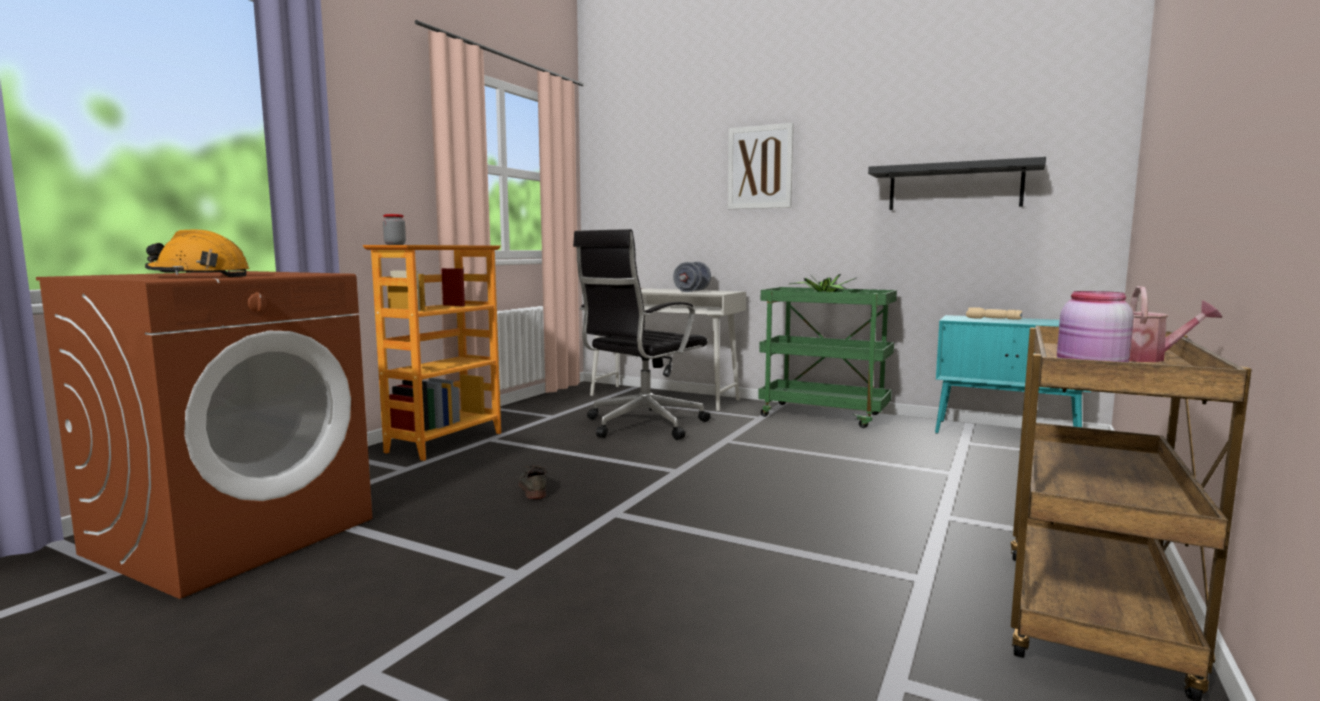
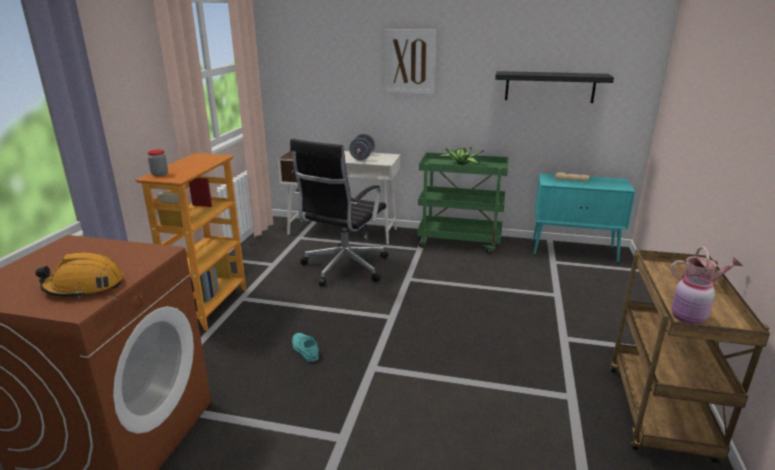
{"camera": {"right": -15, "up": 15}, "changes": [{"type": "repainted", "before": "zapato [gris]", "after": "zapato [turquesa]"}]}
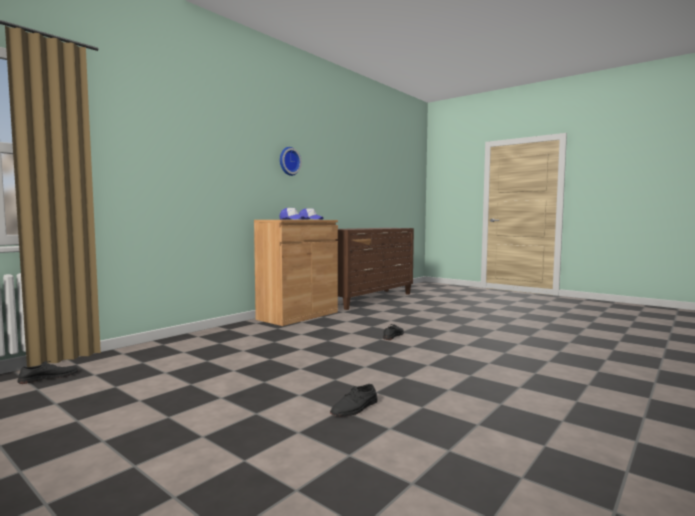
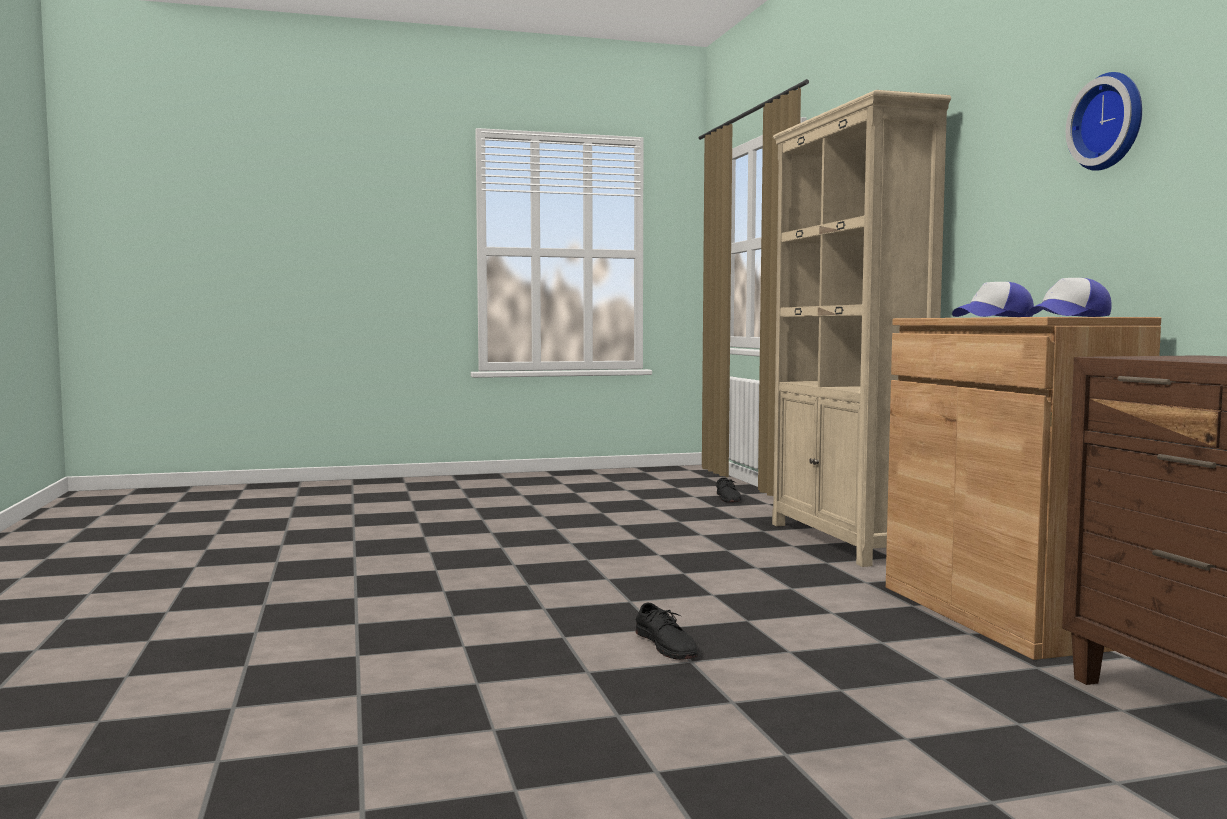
{"camera": {"right": 125, "up": 0}, "changes": [{"type": "new", "after": "estantería [beis]"}, {"type": "gone", "before": "zapato [negro] (no. 2 from left)"}]}
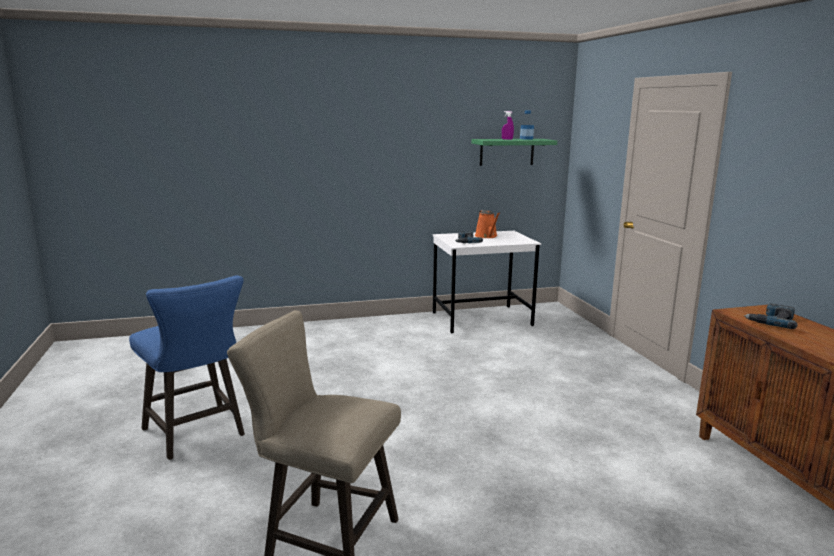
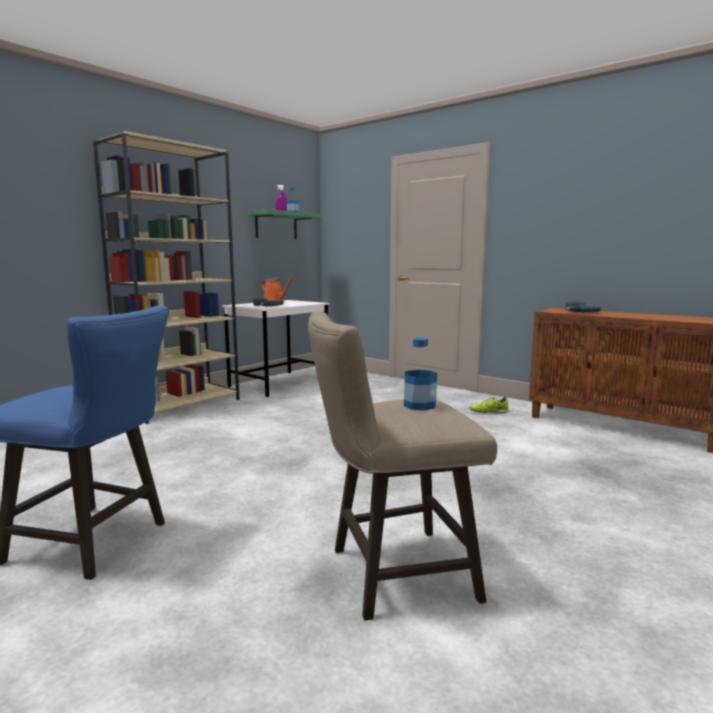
{"camera": {"right": -35, "up": -5}, "changes": [{"type": "new", "after": "estantería [beis]"}, {"type": "new", "after": "botella (no. 2 from left)"}, {"type": "new", "after": "zapato"}]}
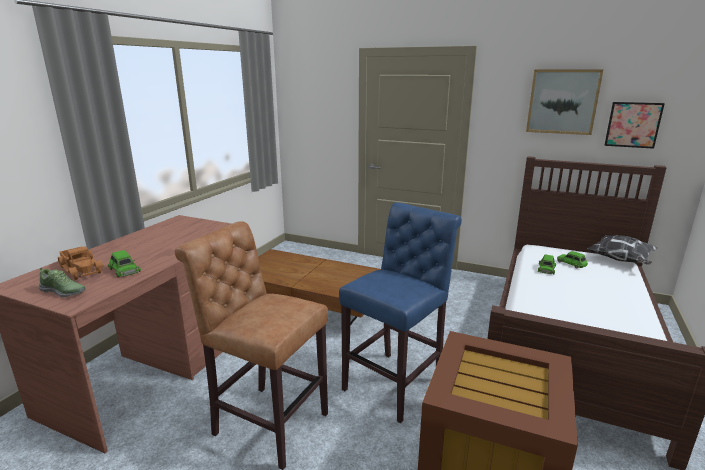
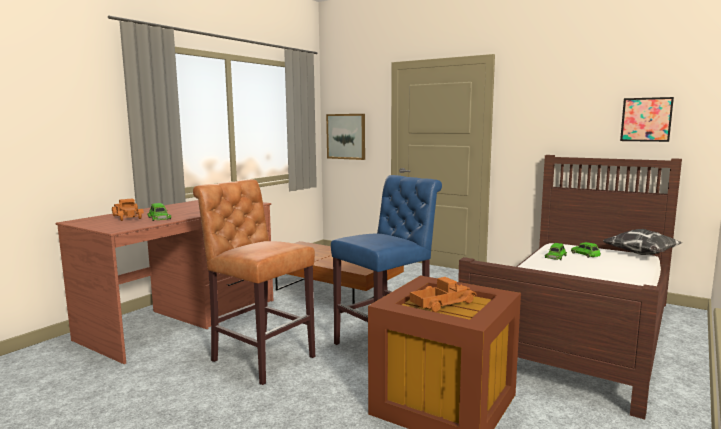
{"camera": {"right": 10, "up": -10}, "changes": [{"type": "shifted", "before": "cuadro (no. 1 from left)"}, {"type": "new", "after": "camión de juguete (no. 2 from left)"}, {"type": "gone", "before": "zapato"}]}
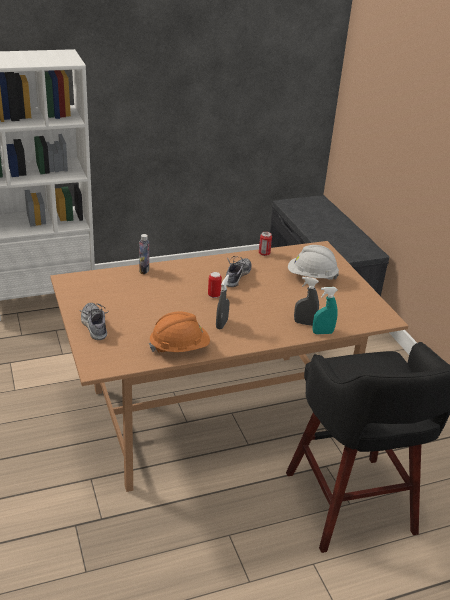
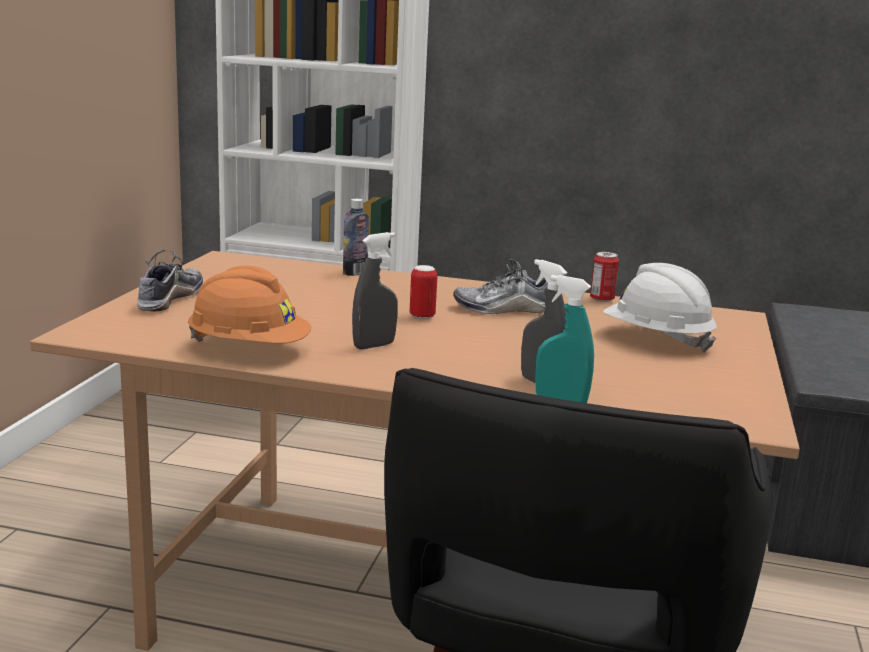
{"camera": {"right": 35, "up": -15}, "changes": [{"type": "rotated", "before": "zapato (no. 2 from left)", "turn": -150}]}
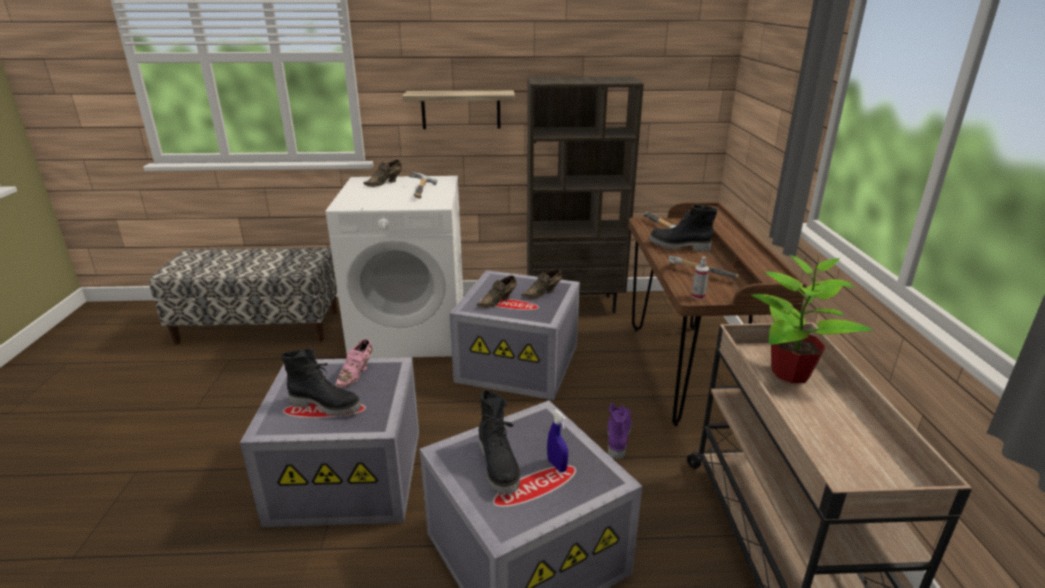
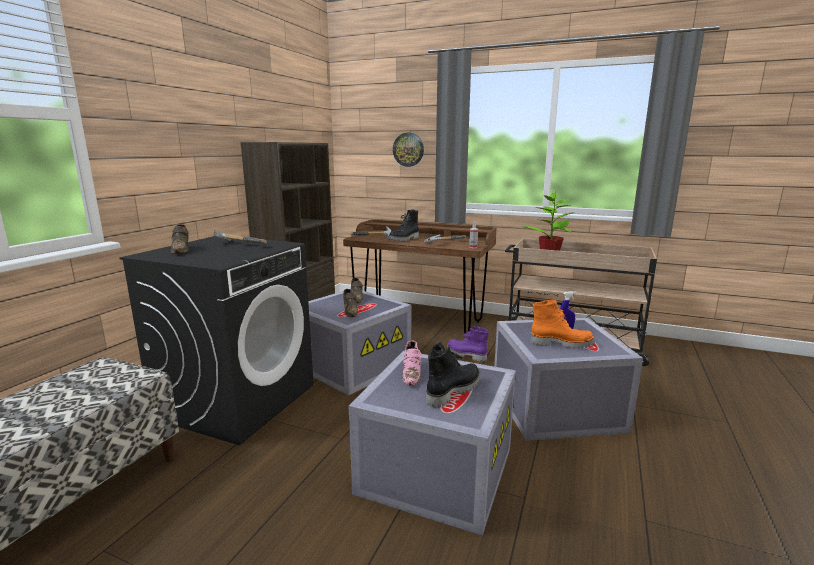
{"camera": {"right": -65, "up": -10}, "changes": [{"type": "repainted", "before": "lavadora [blanco]", "after": "lavadora [negro]"}, {"type": "new", "after": "reloj de pared"}, {"type": "rotated", "before": "zapato [rosa]", "turn": 45}, {"type": "repainted", "before": "bota [negro] (no. 2 from left)", "after": "bota [naranja]"}, {"type": "gone", "before": "estante"}]}
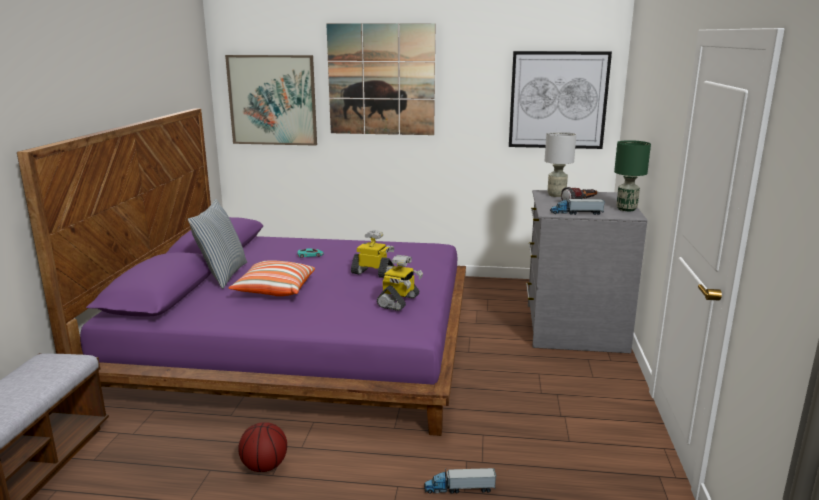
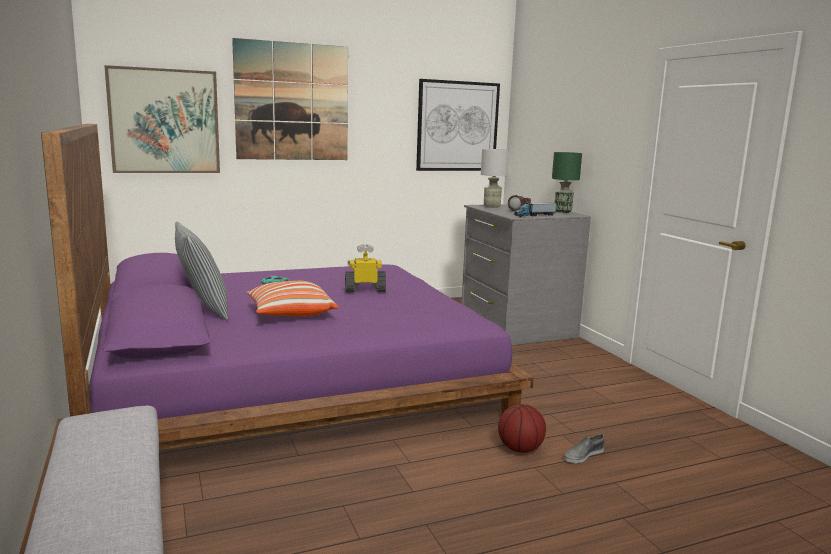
{"camera": {"right": -30, "up": -5}, "changes": [{"type": "shifted", "before": "balón de baloncesto"}, {"type": "swapped", "before": "camión de juguete (no. 1 from left)", "after": "zapato [gris]"}, {"type": "gone", "before": "robot de juguete (no. 2 from left)"}]}
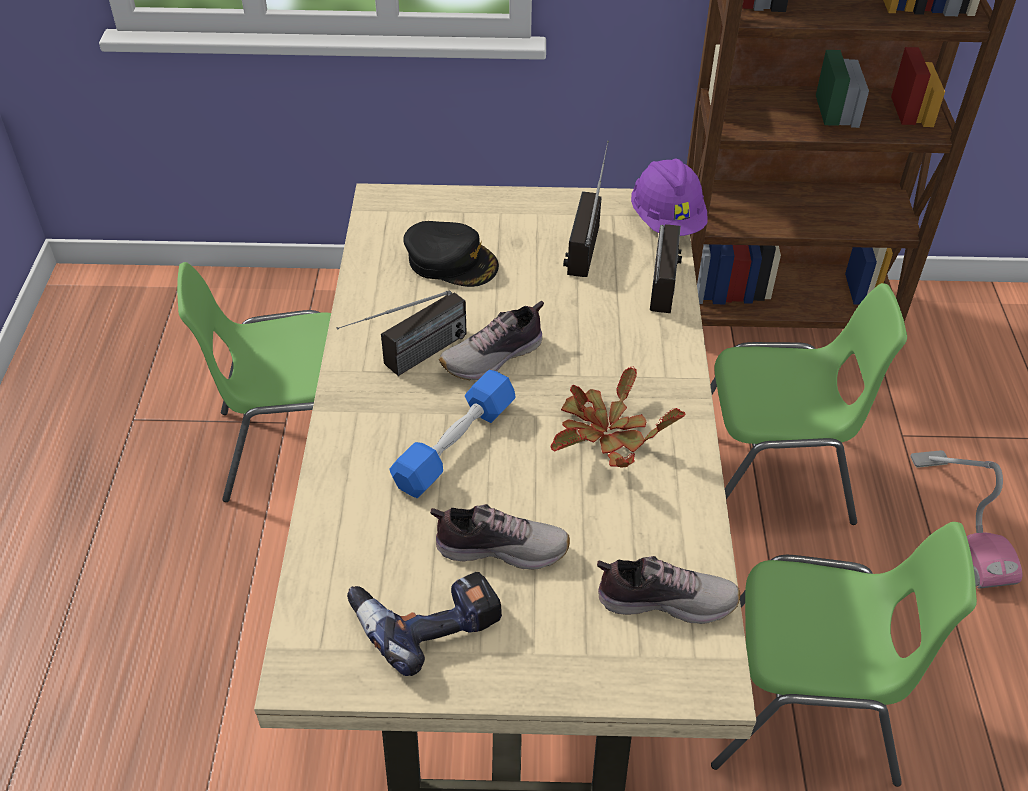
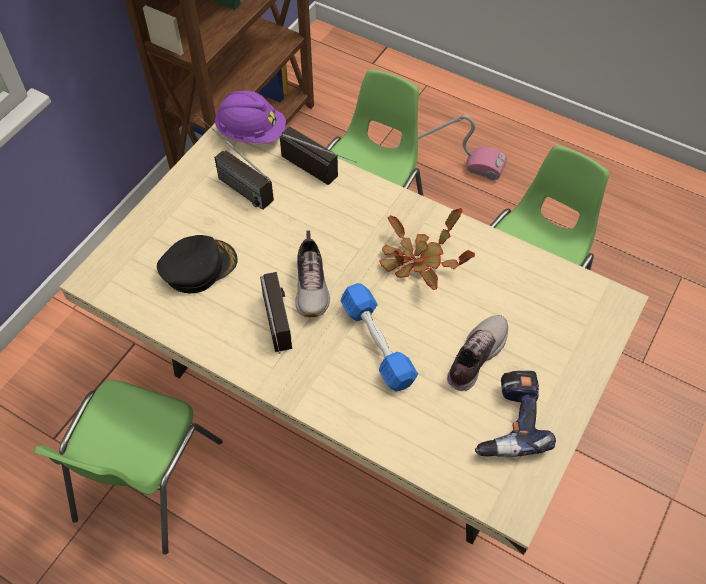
{"camera": {"right": -60, "up": 10}, "changes": [{"type": "gone", "before": "zapato (no. 3 from left)"}]}
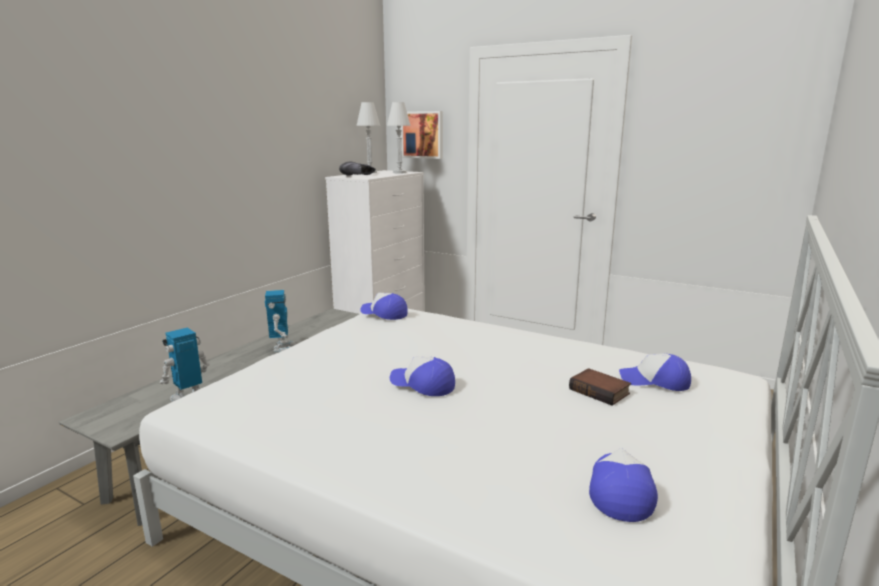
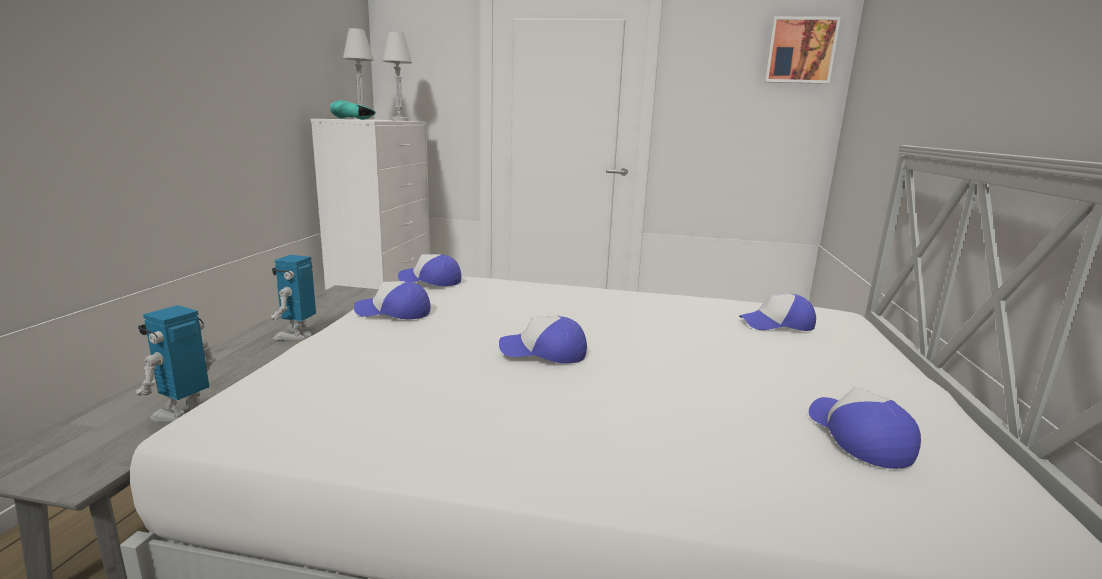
{"camera": {"right": -20, "up": 0}, "changes": [{"type": "rotated", "before": "robot de juguete (no. 2 from left)", "turn": -135}, {"type": "repainted", "before": "zapato [negro]", "after": "zapato [turquesa]"}, {"type": "new", "after": "gorra (no. 1 from left)"}, {"type": "shifted", "before": "cuadro"}, {"type": "gone", "before": "libro"}]}
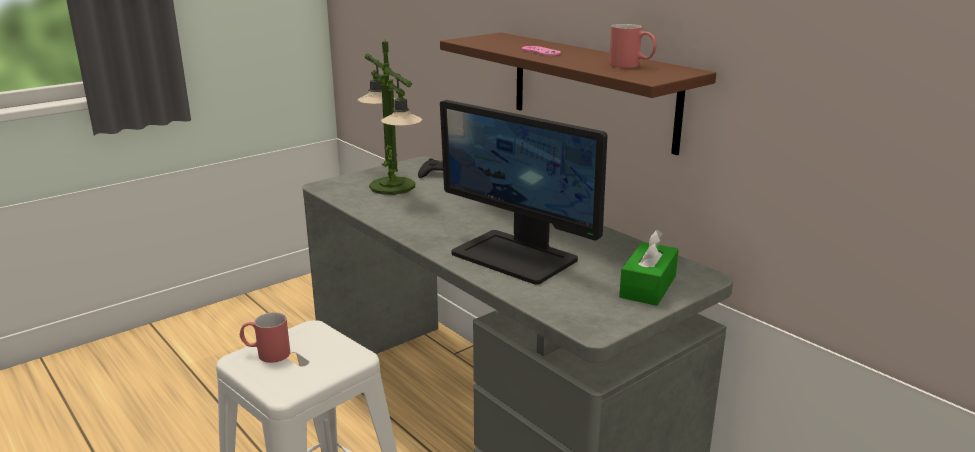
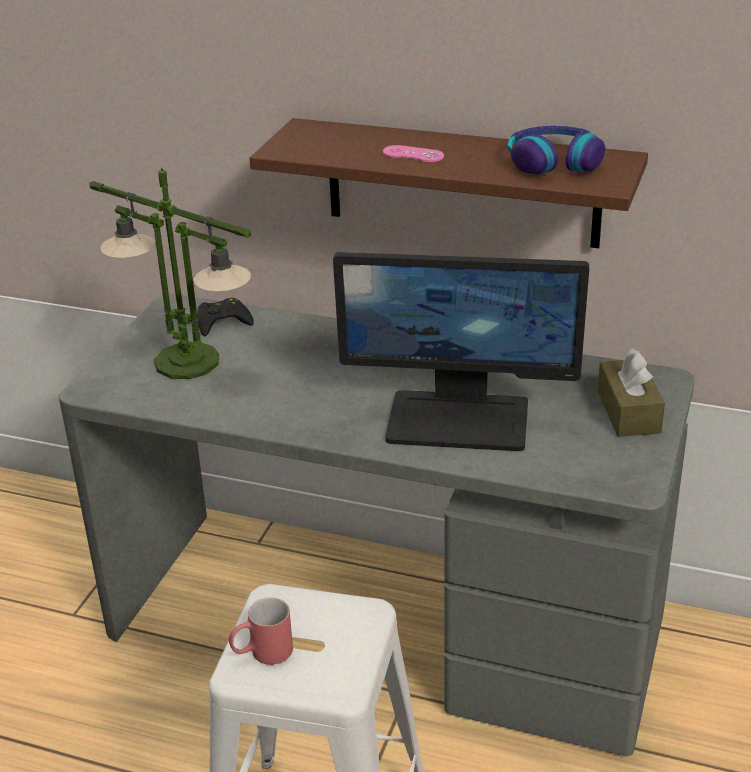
{"camera": {"right": -30, "up": 10}, "changes": [{"type": "swapped", "before": "taza grande [rojo] (no. 2 from left)", "after": "auriculares"}, {"type": "repainted", "before": "caja de pañuelos [verde]", "after": "caja de pañuelos [marrón]"}]}
